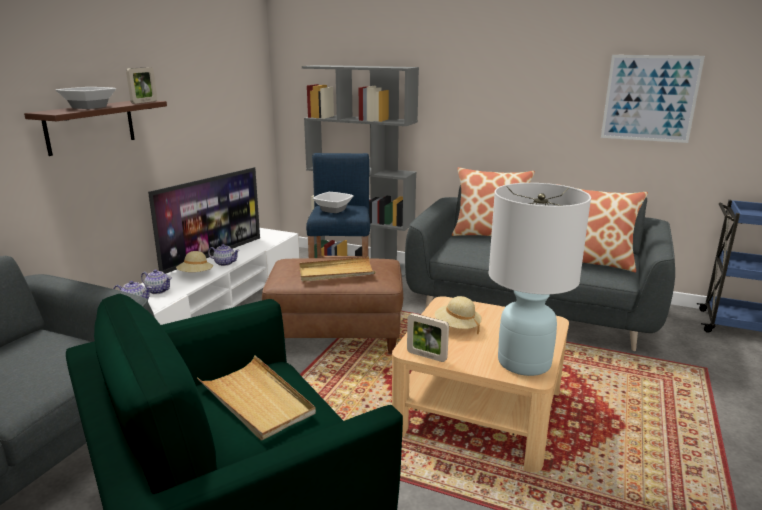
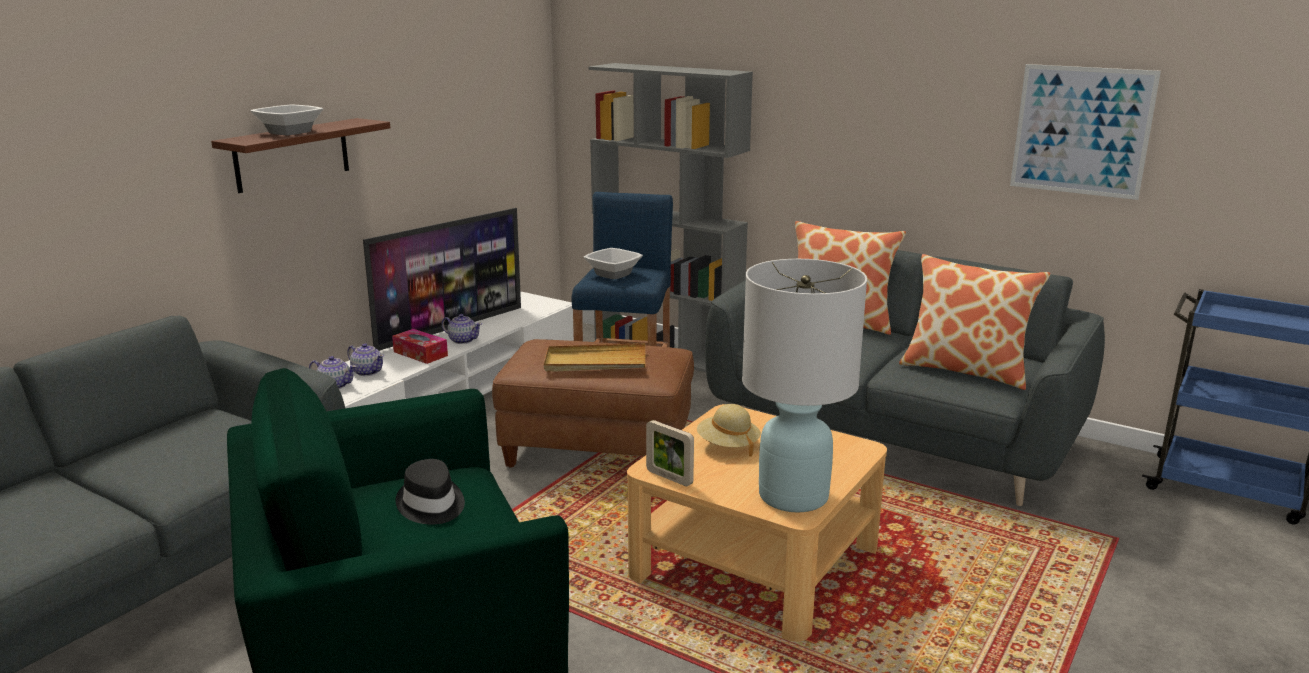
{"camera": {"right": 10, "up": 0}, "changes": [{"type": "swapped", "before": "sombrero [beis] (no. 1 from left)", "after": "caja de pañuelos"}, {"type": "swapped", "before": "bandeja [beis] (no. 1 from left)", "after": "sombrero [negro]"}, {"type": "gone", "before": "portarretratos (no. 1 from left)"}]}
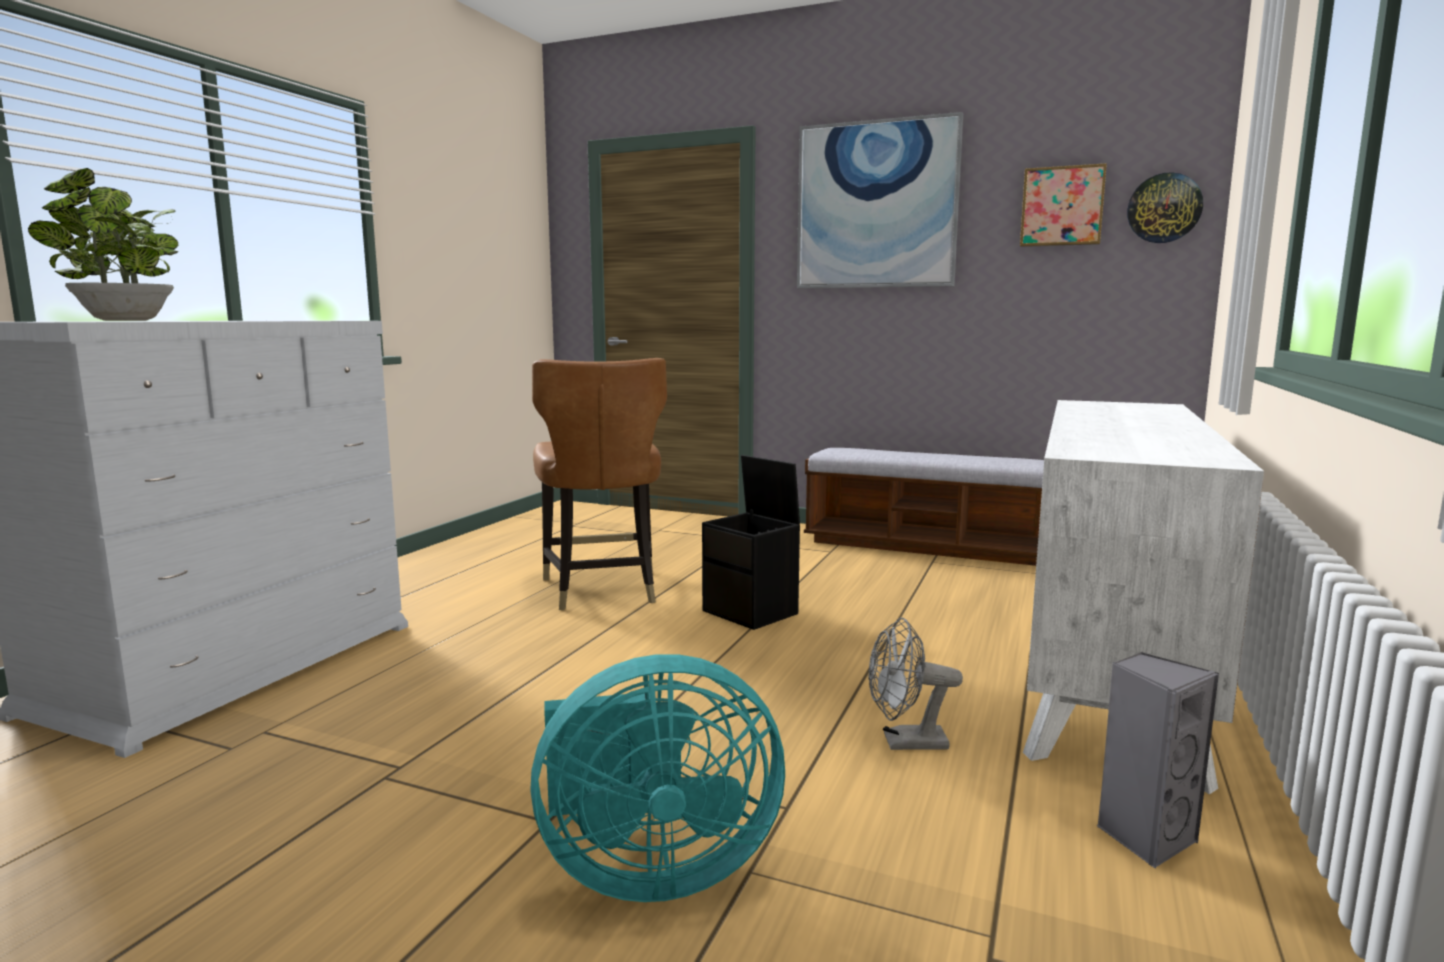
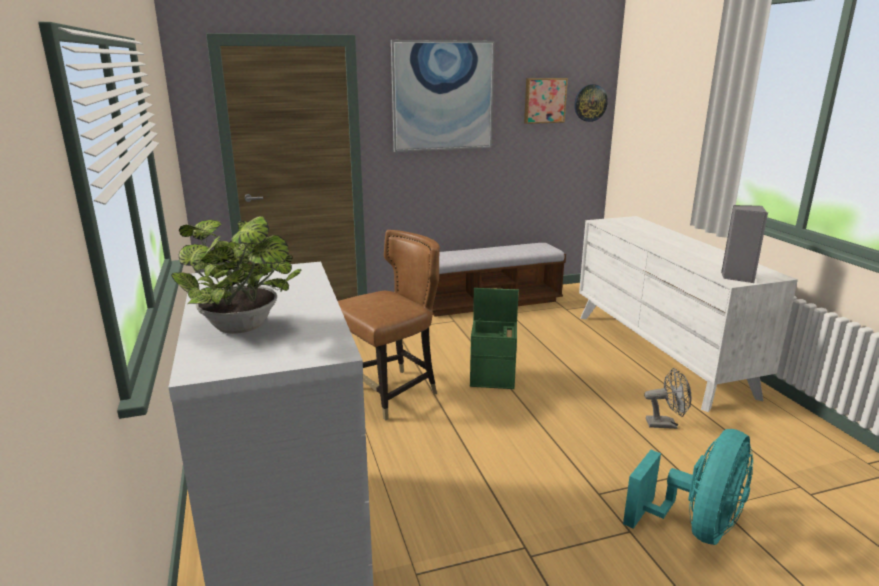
{"camera": {"right": -40, "up": 10}, "changes": [{"type": "rotated", "before": "silla [marrón]", "turn": -75}, {"type": "repainted", "before": "caja de almacenaje [negro]", "after": "caja de almacenaje [verde]"}, {"type": "rotated", "before": "ventilador [gris]", "turn": -135}, {"type": "shifted", "before": "altavoz [gris]"}]}
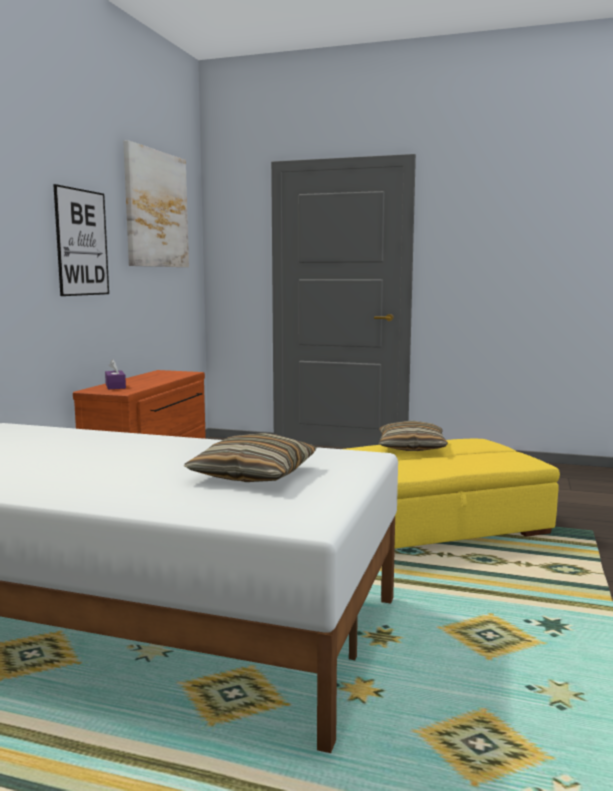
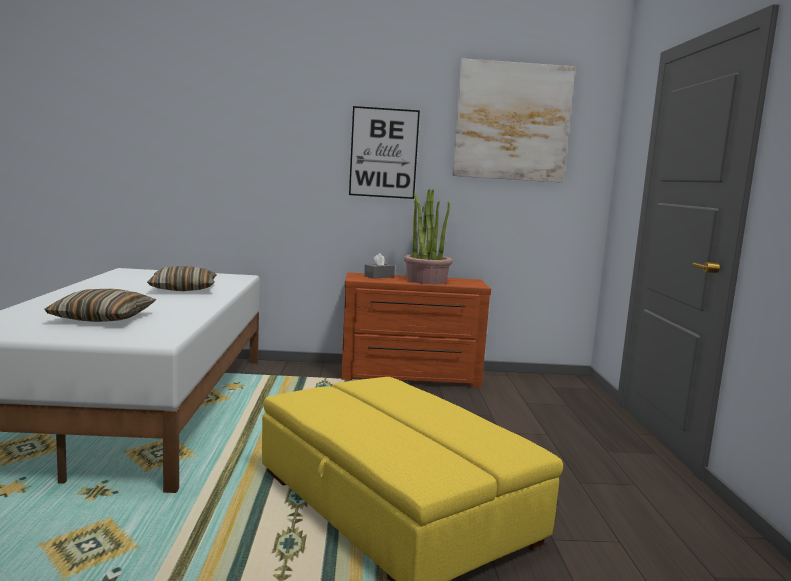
{"camera": {"right": 70, "up": 0}, "changes": [{"type": "shifted", "before": "cojín (no. 2 from left)"}, {"type": "repainted", "before": "caja de pañuelos [morado]", "after": "caja de pañuelos [gris]"}, {"type": "new", "after": "planta en maceta"}]}
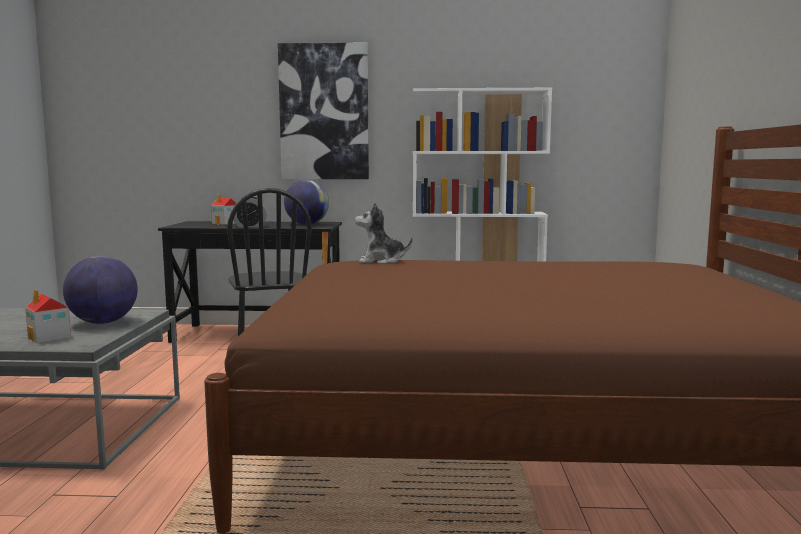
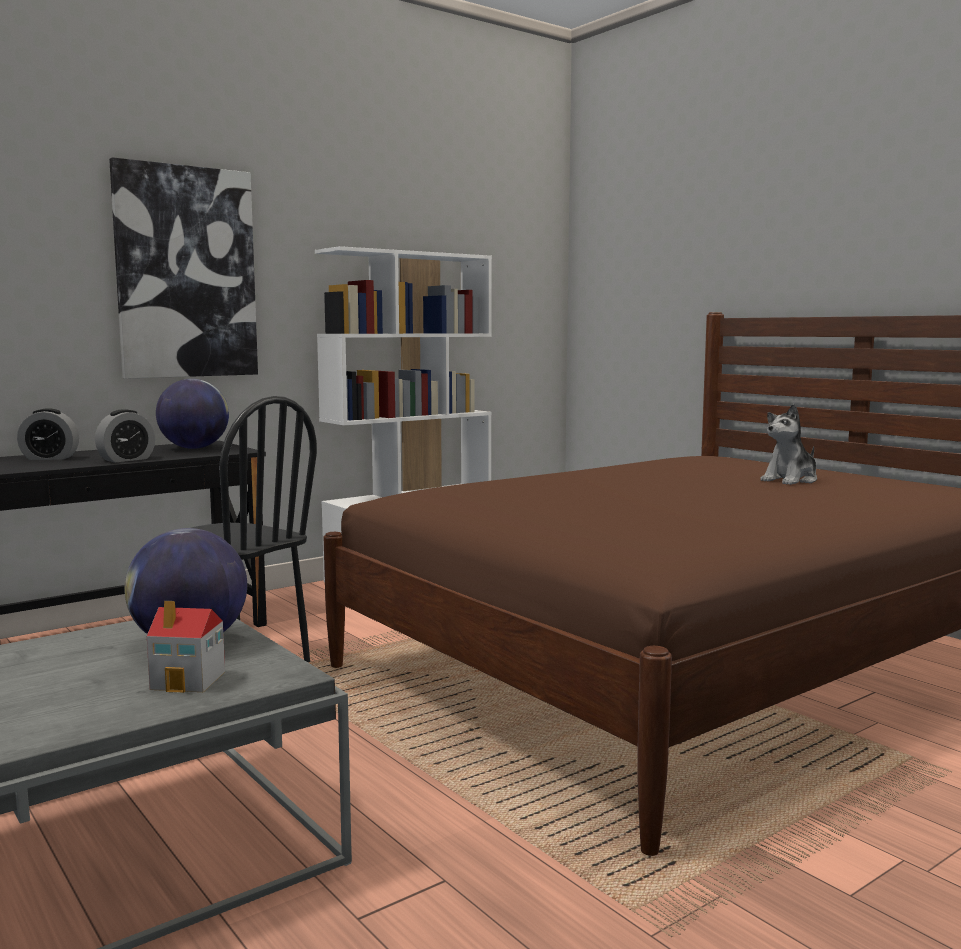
{"camera": {"right": -40, "up": 0}, "changes": [{"type": "swapped", "before": "casita (no. 2 from left)", "after": "despertador (no. 1 from left)"}, {"type": "shifted", "before": "peluche"}]}
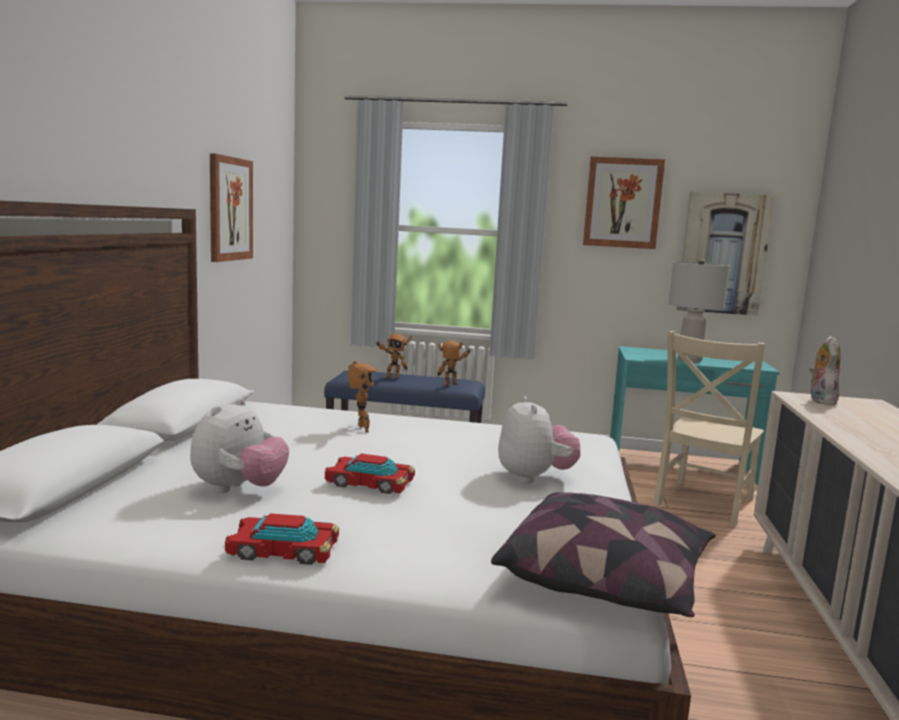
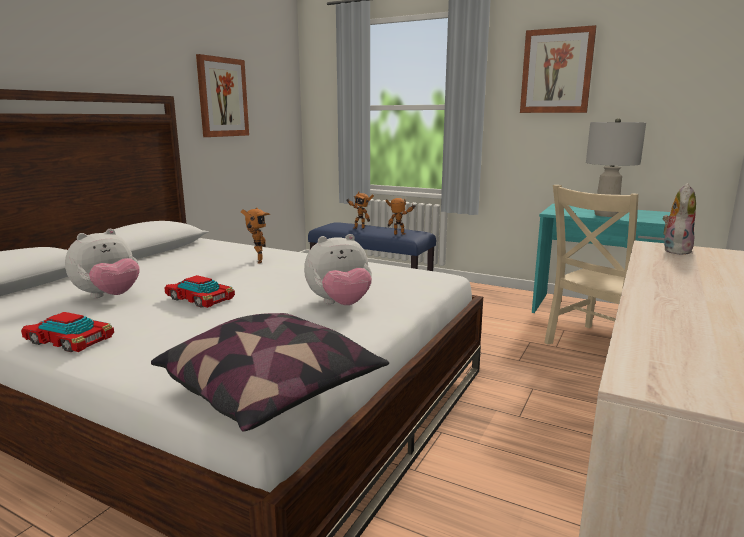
{"camera": {"right": 20, "up": 5}, "changes": [{"type": "rotated", "before": "peluche (no. 2 from left)", "turn": 60}, {"type": "gone", "before": "cuadro (no. 3 from left)"}]}
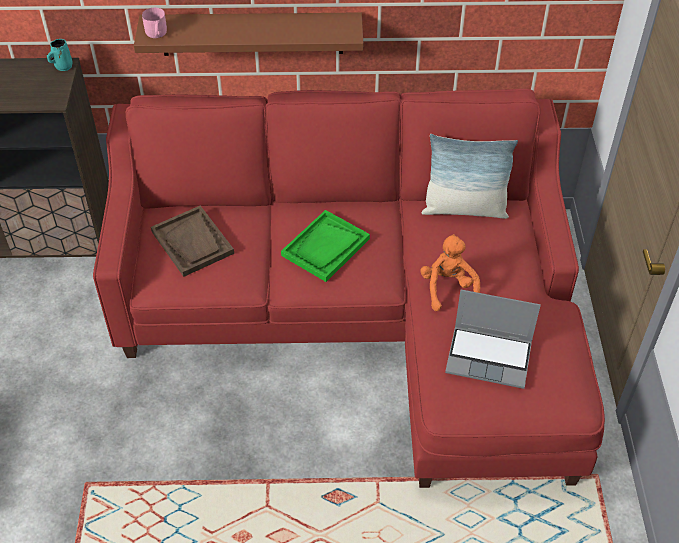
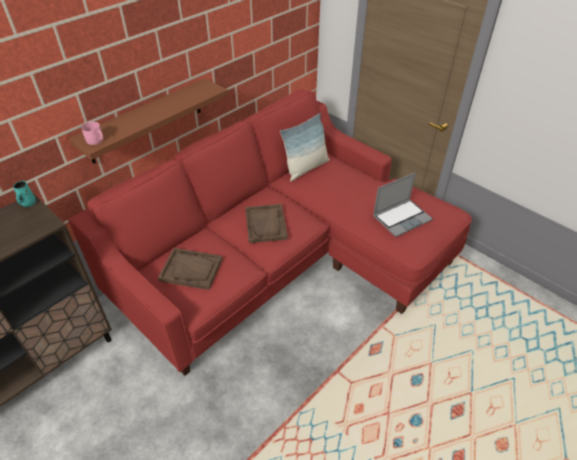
{"camera": {"right": -45, "up": -5}, "changes": [{"type": "repainted", "before": "bandeja [verde]", "after": "bandeja [marrón] (no. 2 from left)"}, {"type": "gone", "before": "peluche [naranja]"}]}
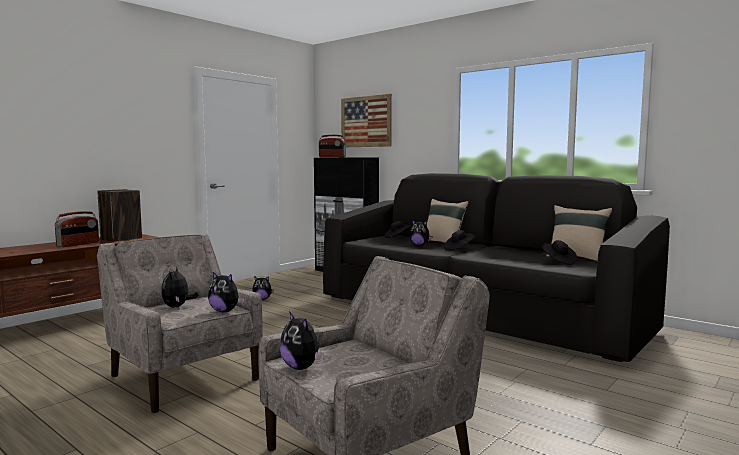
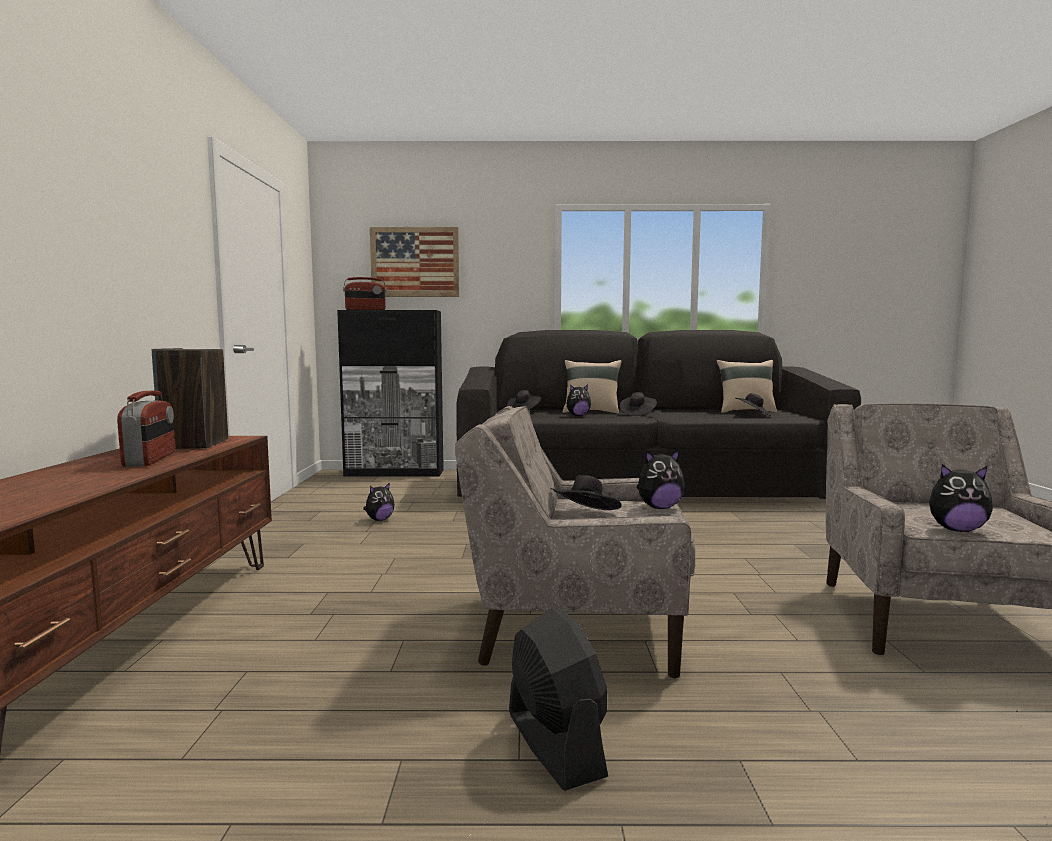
{"camera": {"right": -40, "up": 0}, "changes": [{"type": "new", "after": "ventilador [negro]"}, {"type": "swapped", "before": "peluche (no. 1 from left)", "after": "sombrero [negro] (no. 2 from left)"}]}
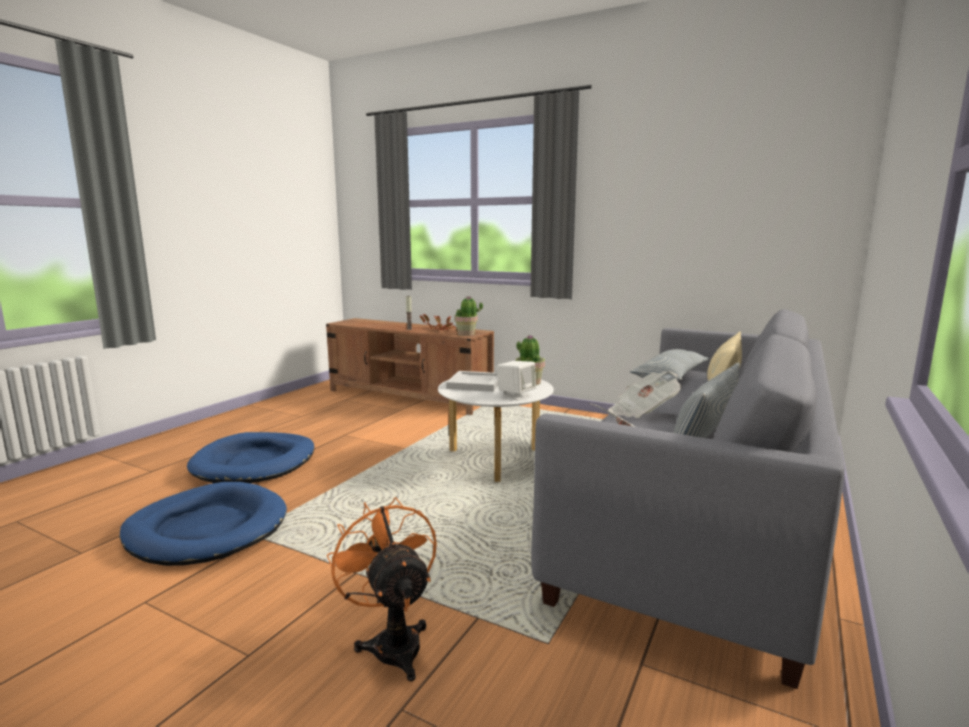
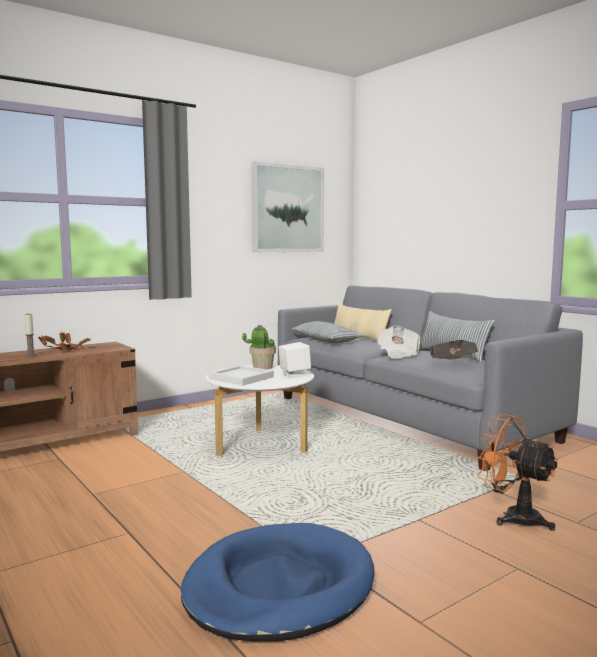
{"camera": {"right": -65, "up": -5}, "changes": [{"type": "new", "after": "cuadro"}, {"type": "rotated", "before": "ventilador [naranja]", "turn": 45}, {"type": "gone", "before": "cama para perro [azul] (no. 2 from left)"}, {"type": "gone", "before": "planta en maceta (no. 2 from left)"}]}
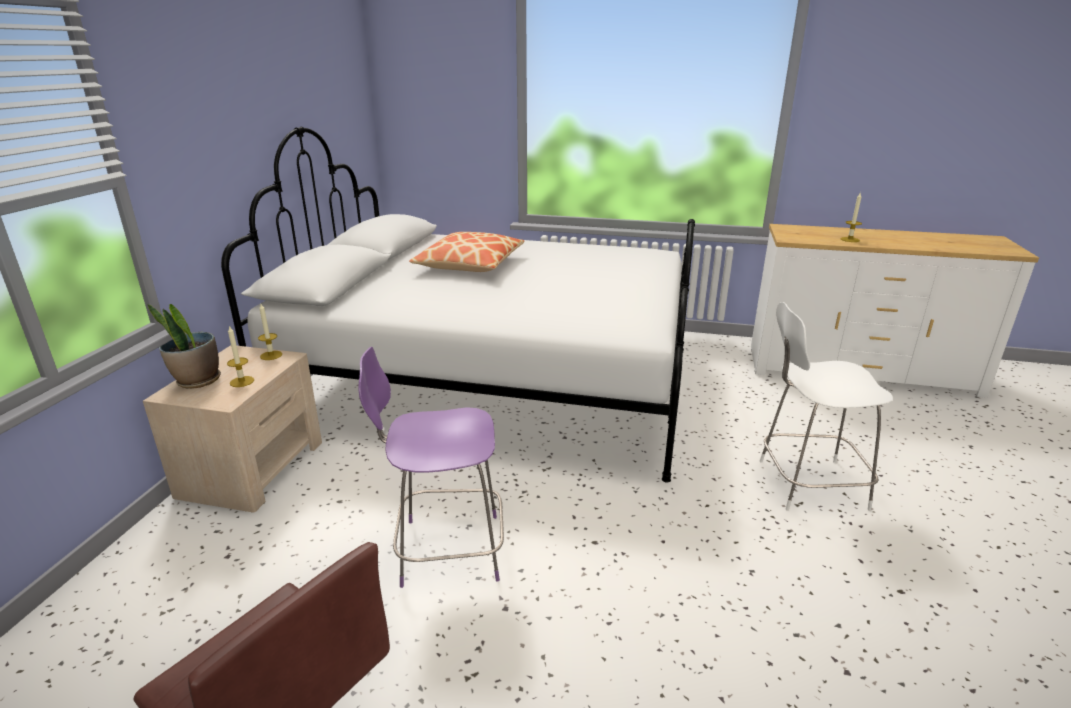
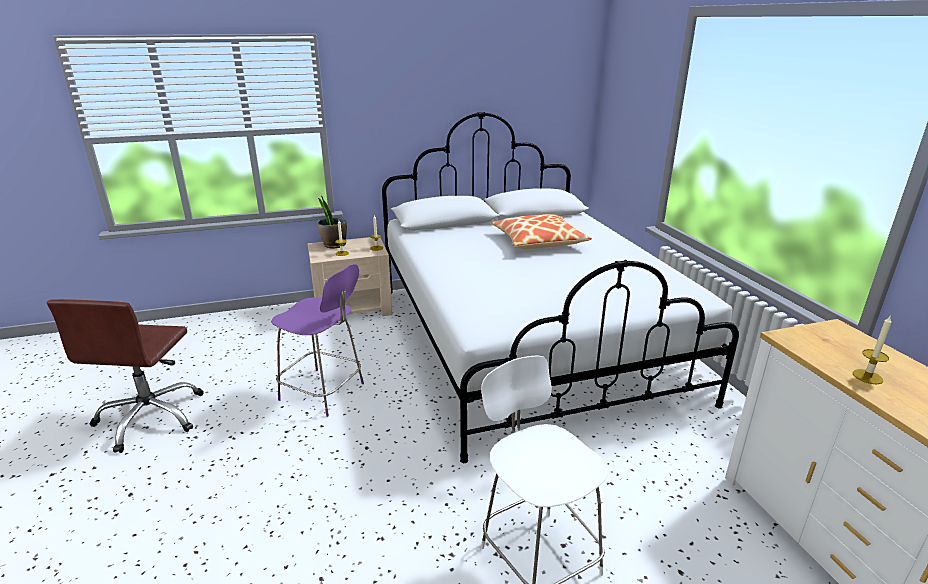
{"camera": {"right": 60, "up": 0}, "changes": [{"type": "rotated", "before": "silla [morado]", "turn": 150}]}
